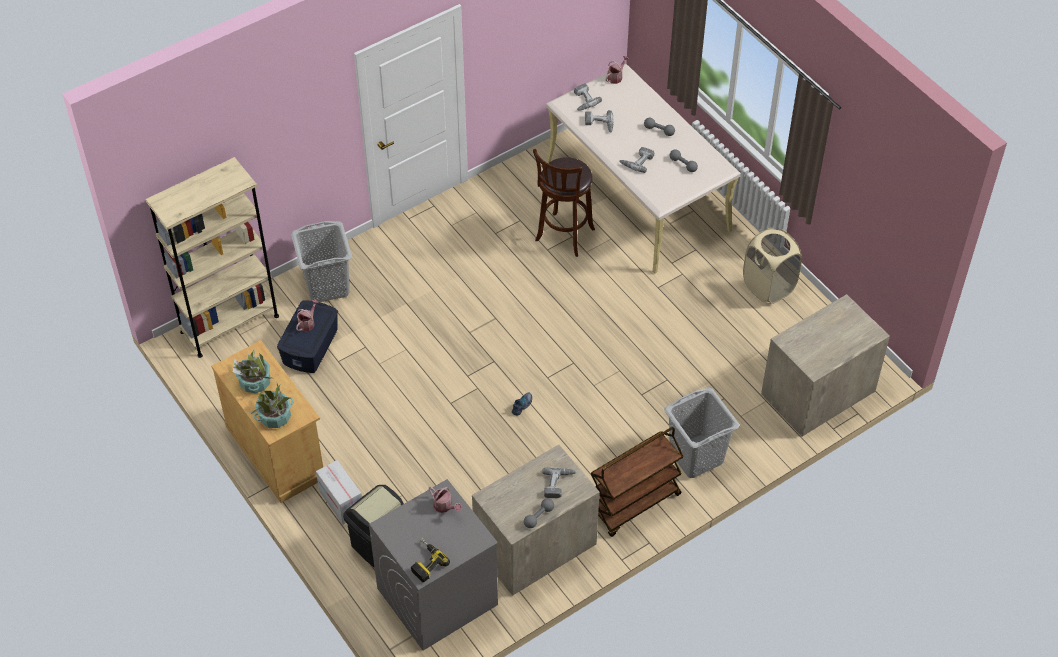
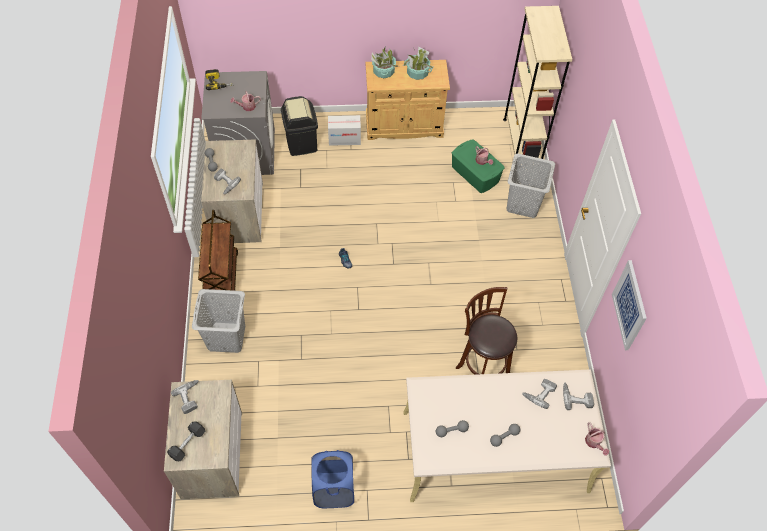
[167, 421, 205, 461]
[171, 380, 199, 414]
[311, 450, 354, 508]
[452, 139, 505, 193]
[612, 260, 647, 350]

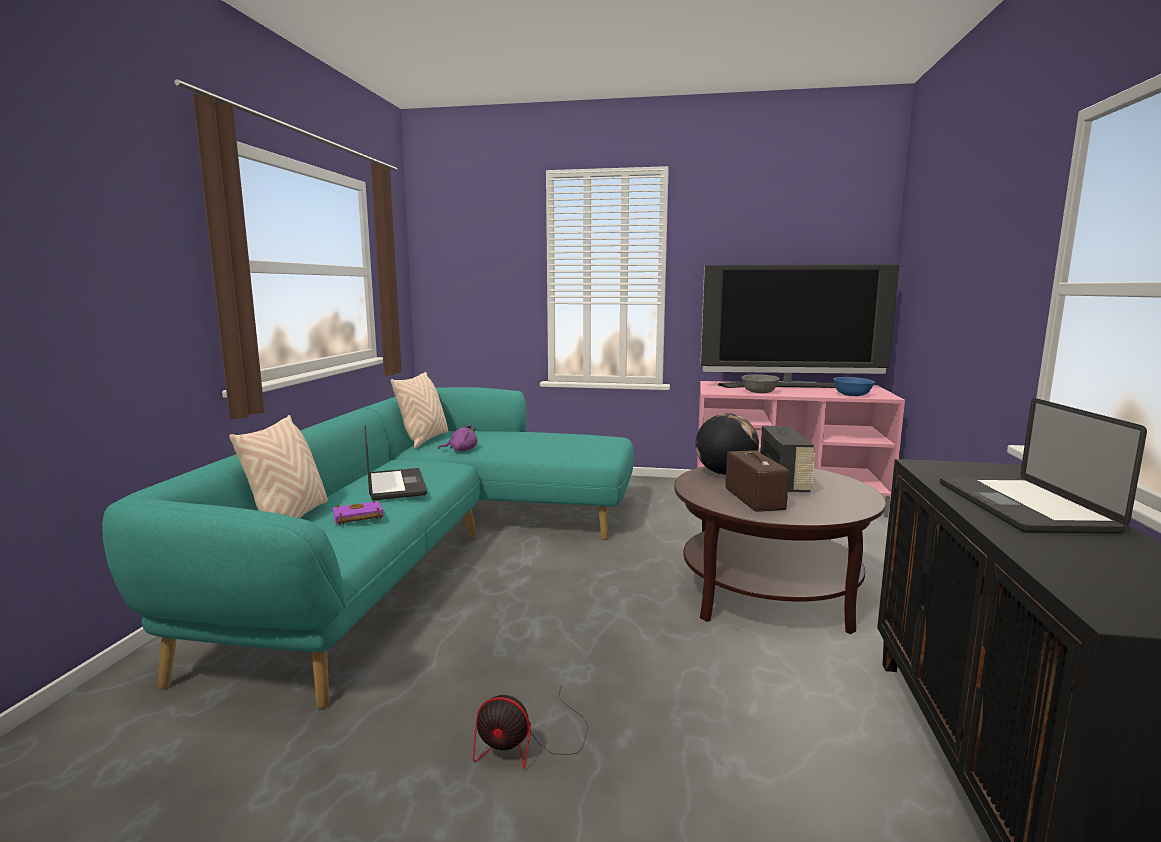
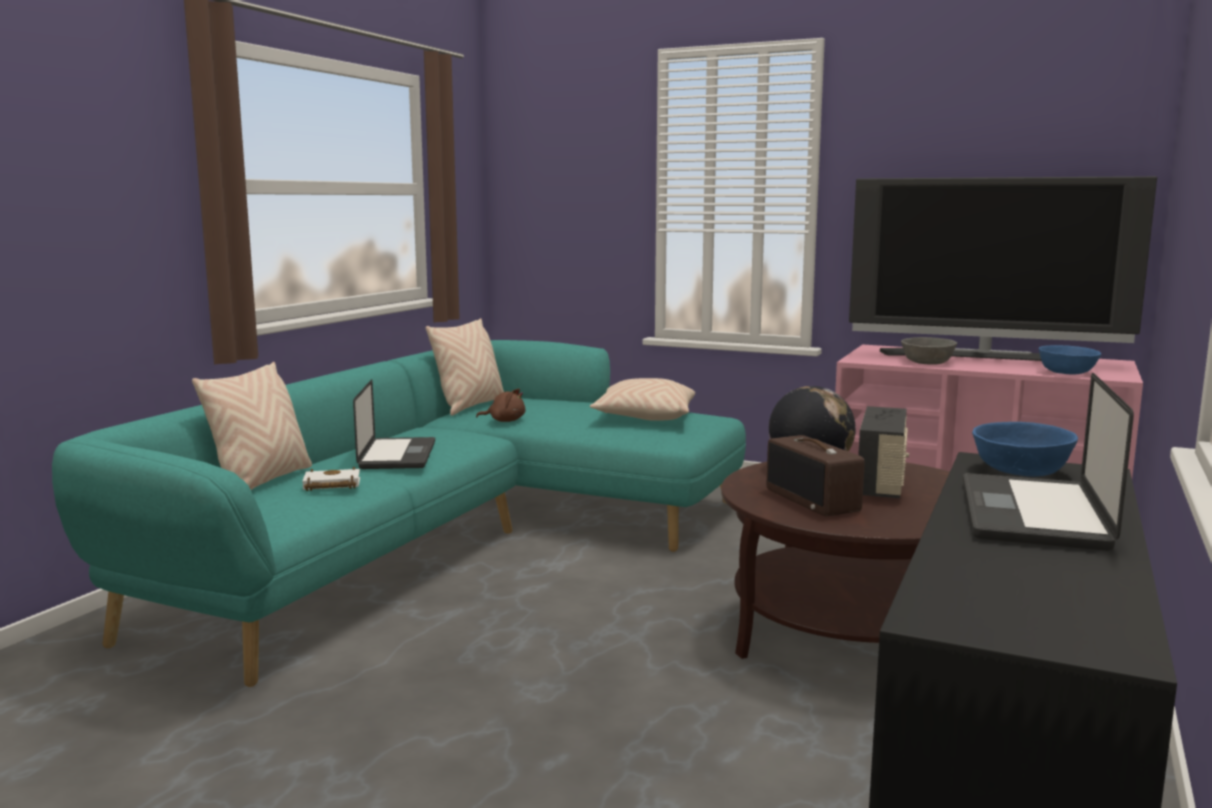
[302, 467, 360, 491]
[476, 388, 525, 422]
[590, 378, 695, 421]
[767, 435, 865, 516]
[972, 422, 1078, 477]
[473, 685, 588, 769] (first image)

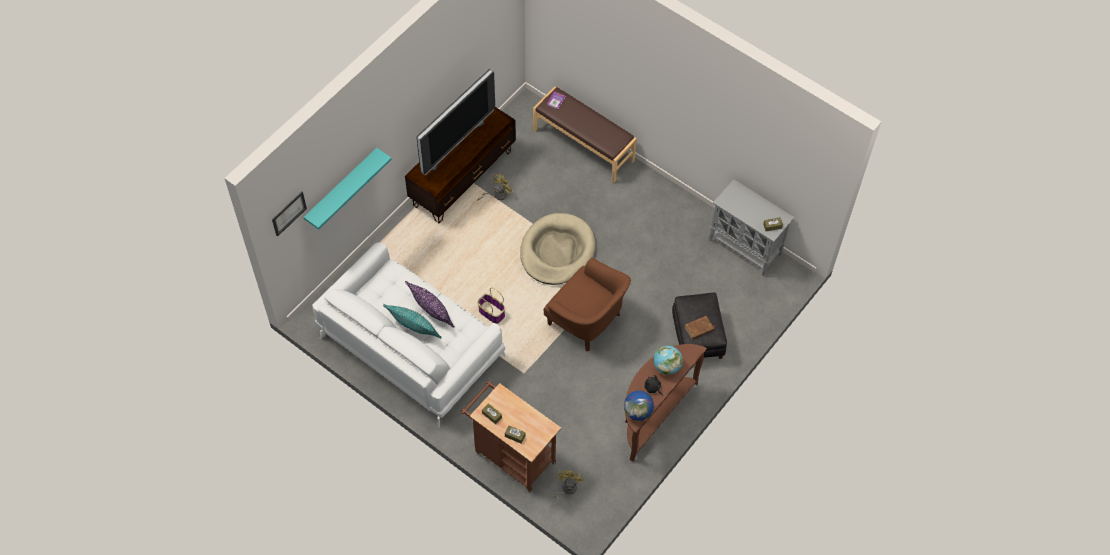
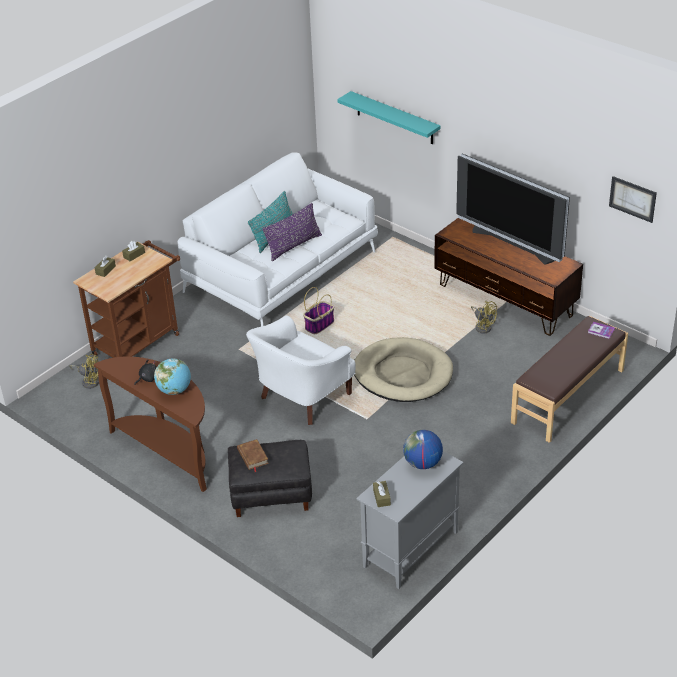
[246, 315, 356, 425]
[403, 430, 443, 469]
[609, 176, 657, 223]

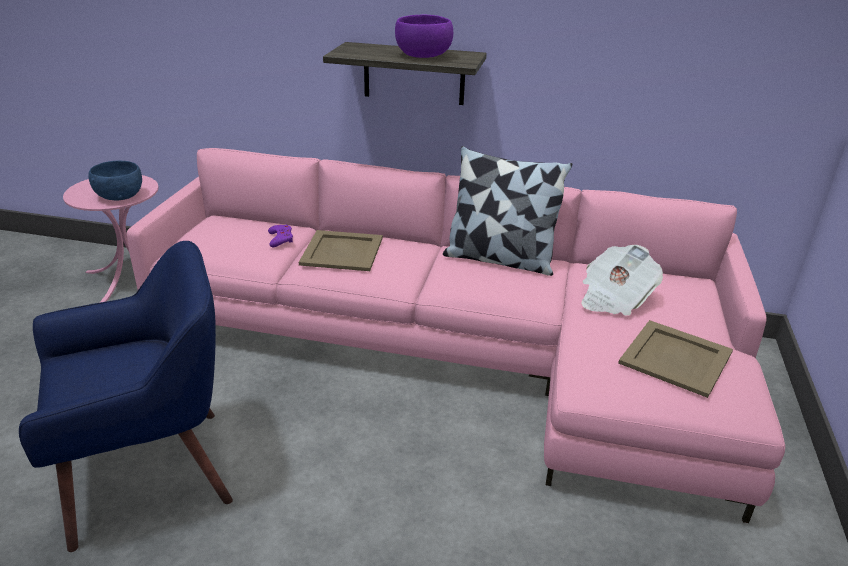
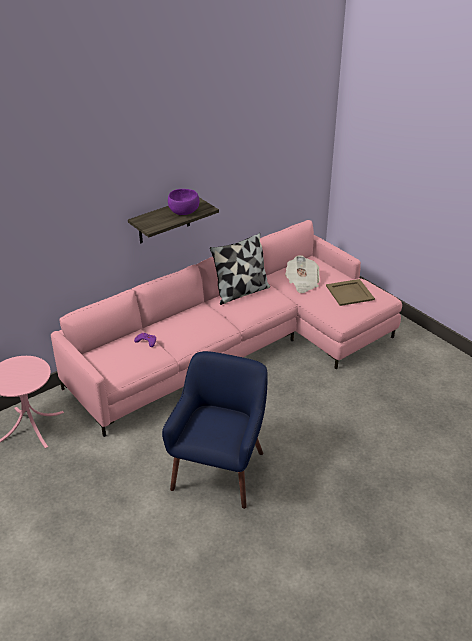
[88, 160, 142, 200] (first image)
[299, 230, 383, 271] (first image)

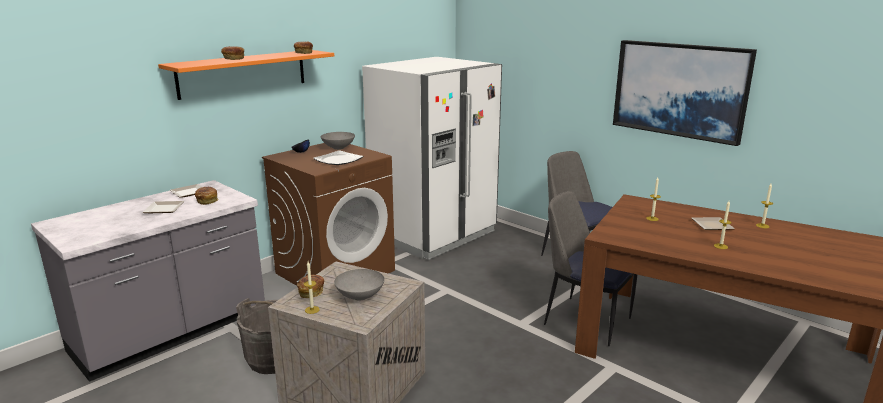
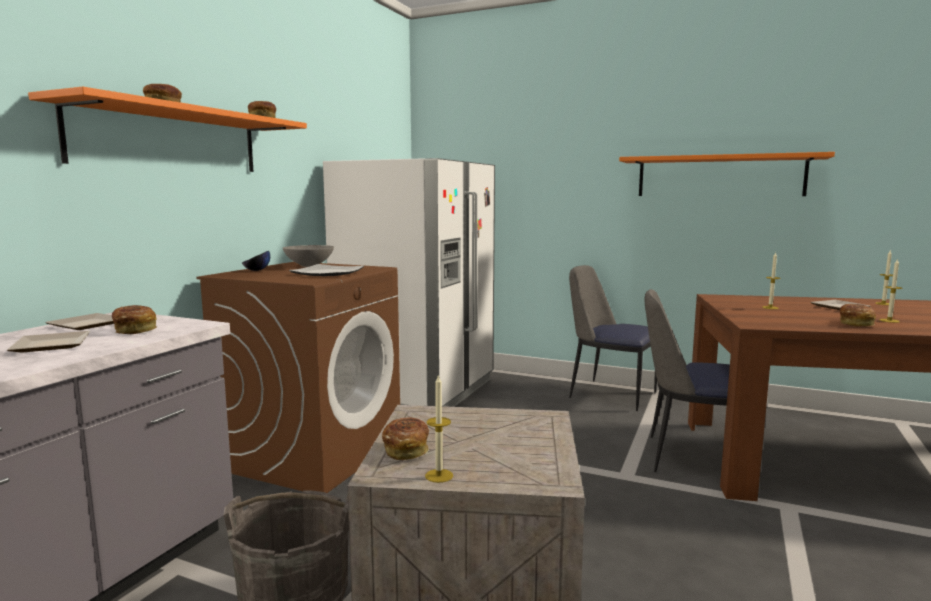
[619, 152, 835, 196]
[840, 304, 876, 326]
[334, 269, 384, 301] (first image)

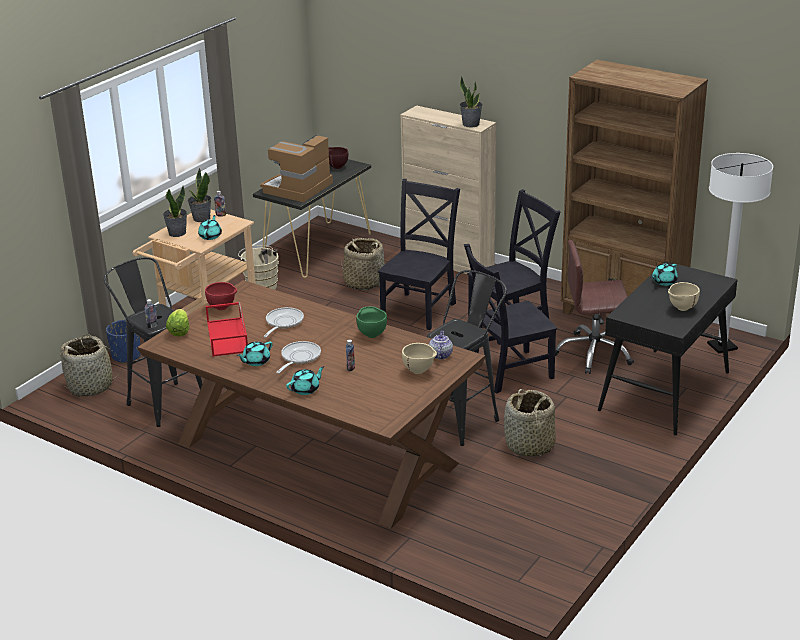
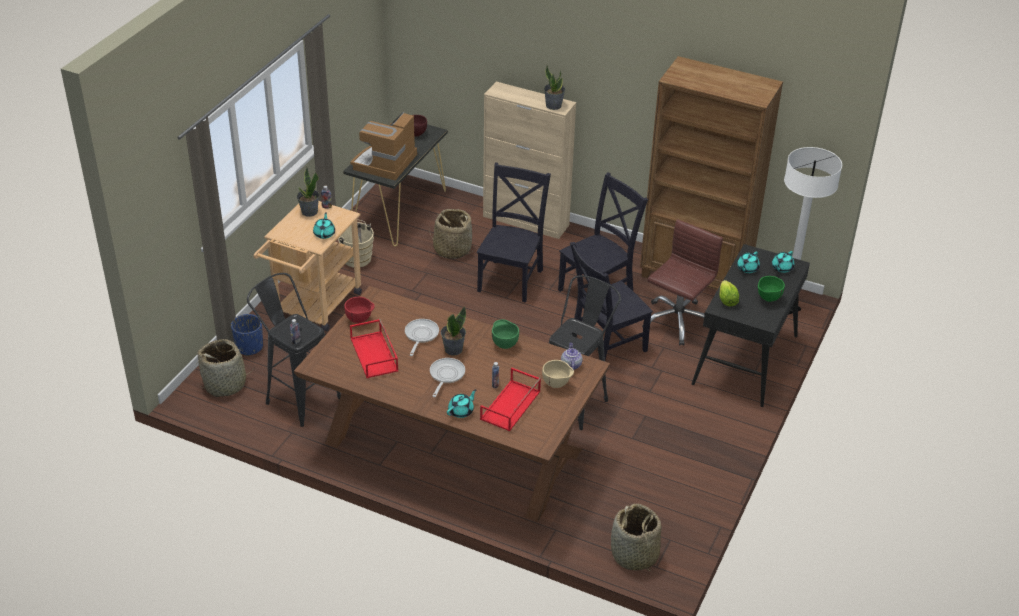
[441, 307, 466, 355]
[480, 368, 541, 432]
[611, 504, 661, 571]
[642, 219, 723, 346]
[719, 280, 739, 306]
[758, 276, 785, 302]
[772, 251, 795, 273]

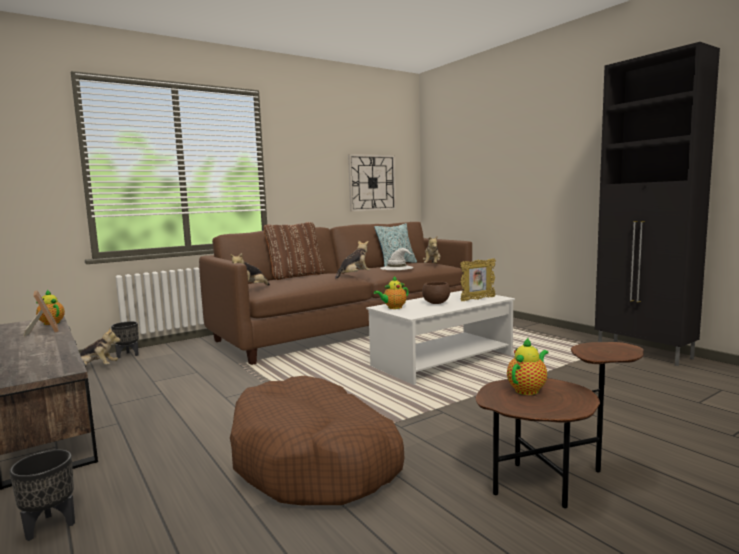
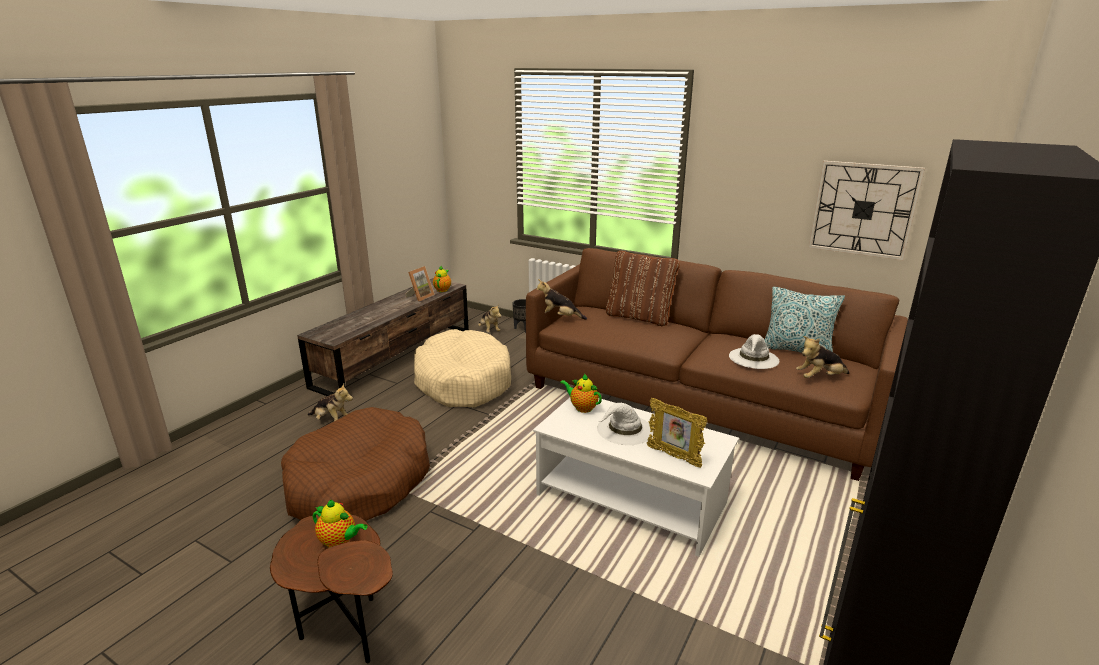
[307, 384, 353, 421]
[414, 329, 511, 407]
[597, 403, 653, 445]
[9, 450, 75, 541] (first image)

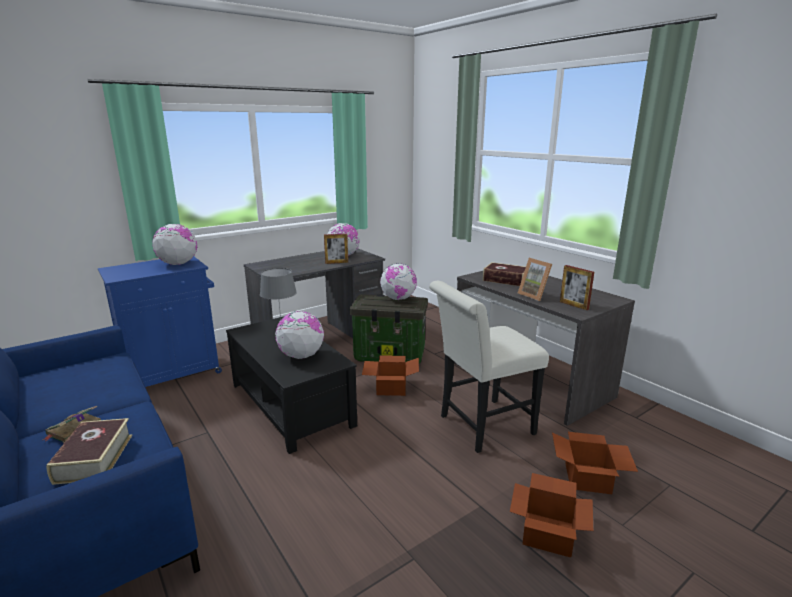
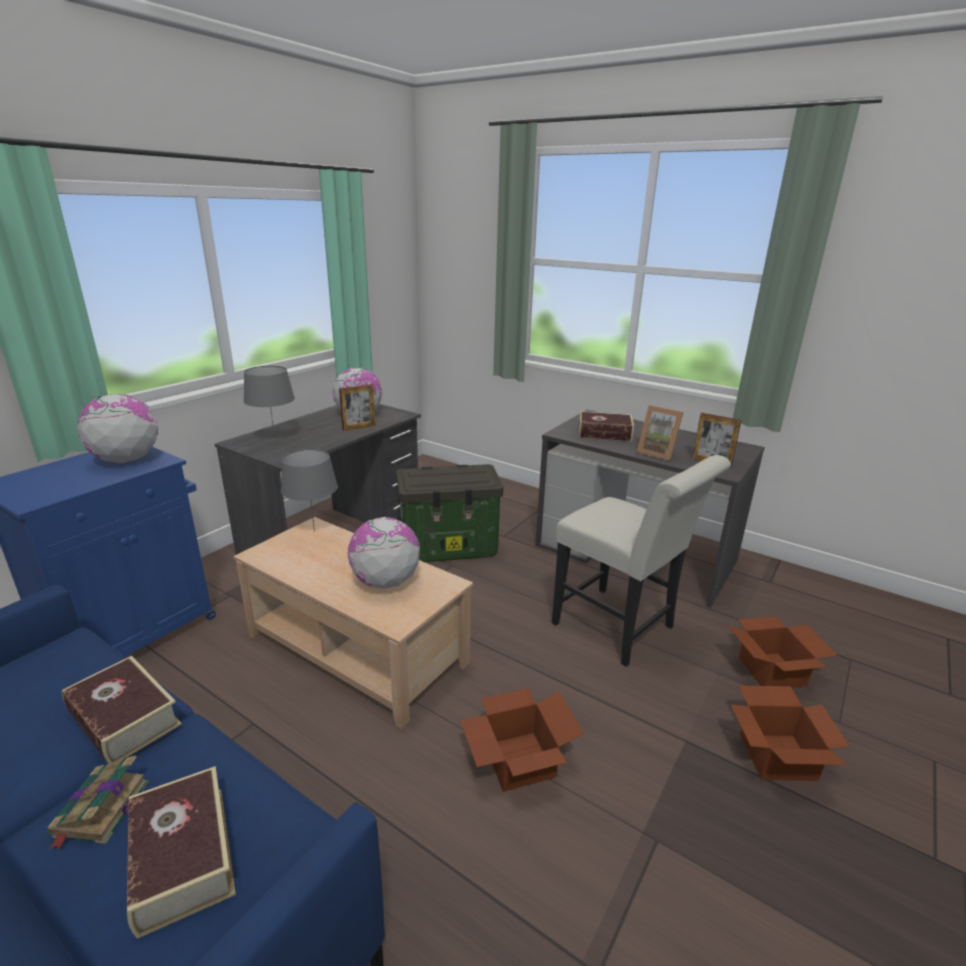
[62, 656, 181, 763]
[233, 517, 473, 729]
[244, 366, 295, 439]
[460, 688, 584, 792]
[552, 455, 731, 667]
[380, 263, 417, 300] (first image)

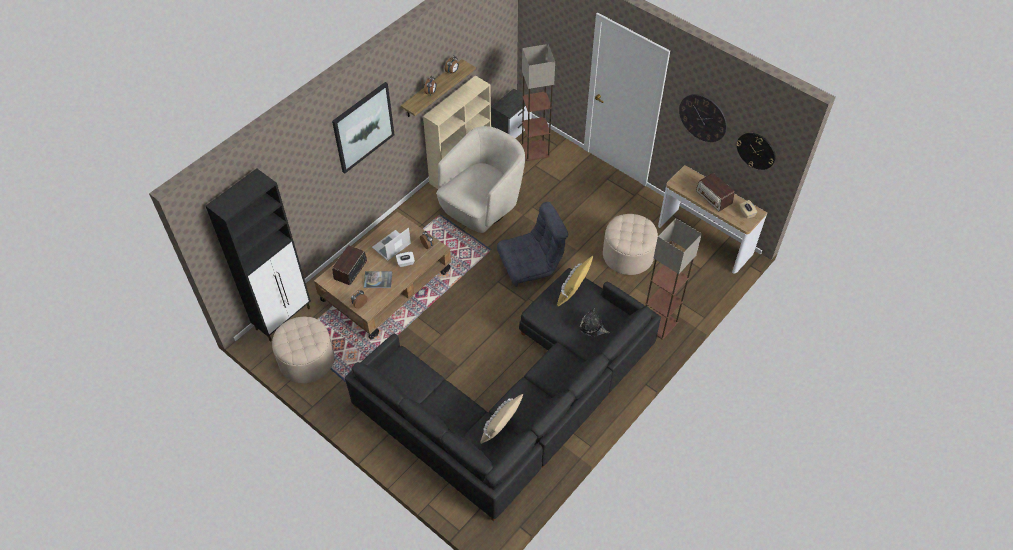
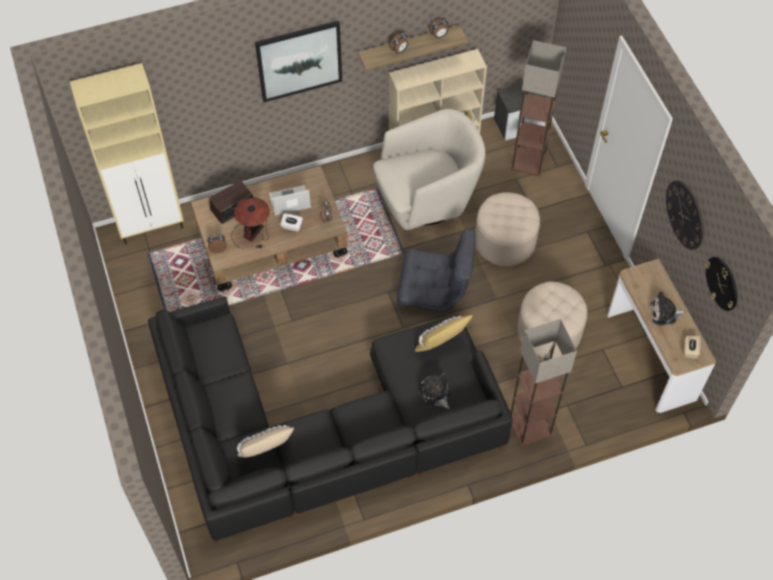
[69, 63, 184, 245]
[231, 197, 270, 249]
[475, 192, 540, 266]
[650, 291, 685, 326]

